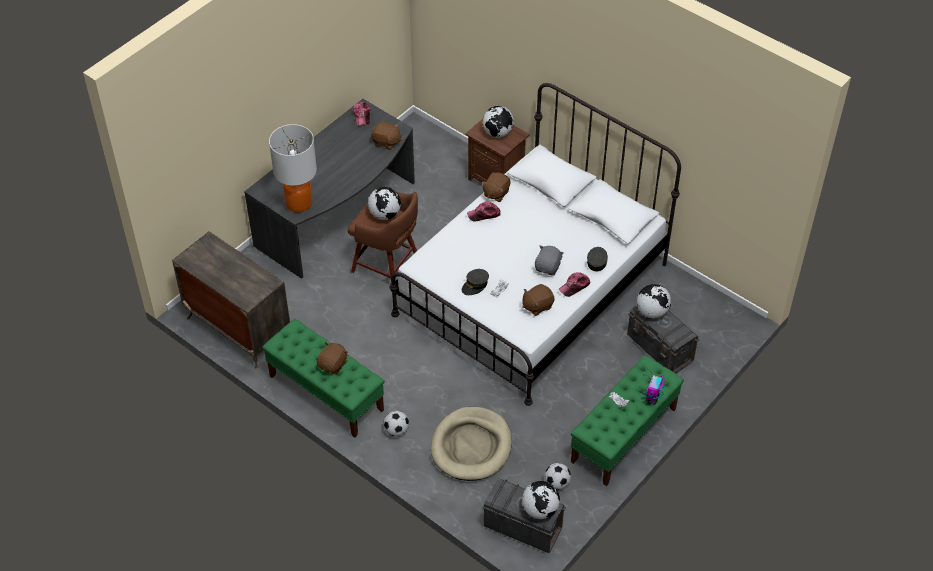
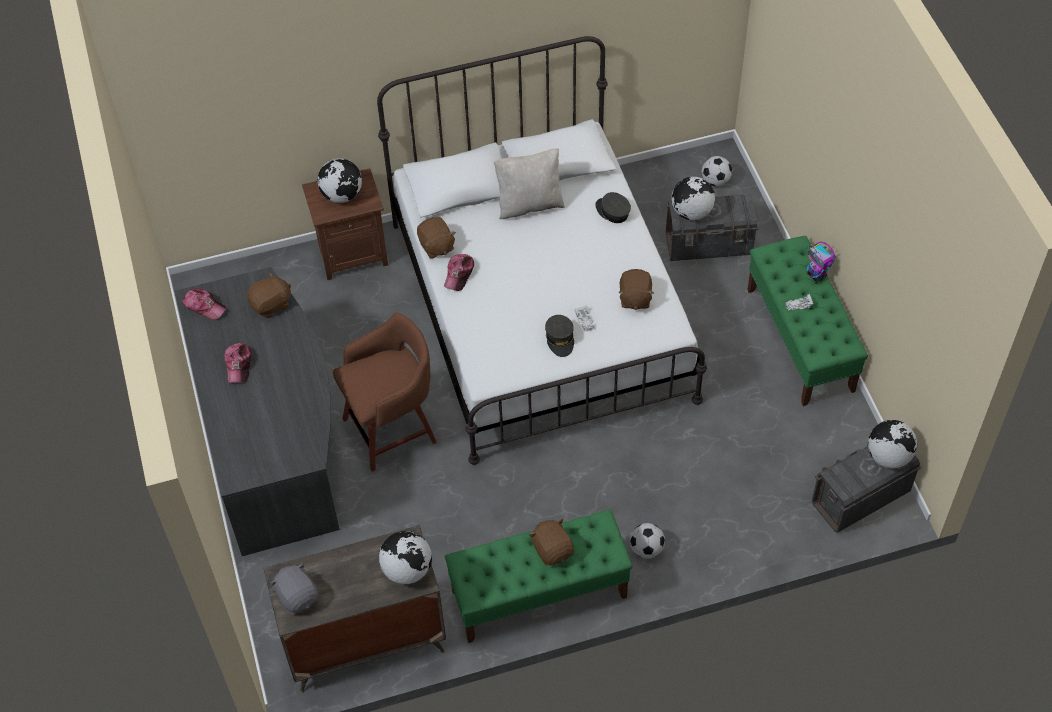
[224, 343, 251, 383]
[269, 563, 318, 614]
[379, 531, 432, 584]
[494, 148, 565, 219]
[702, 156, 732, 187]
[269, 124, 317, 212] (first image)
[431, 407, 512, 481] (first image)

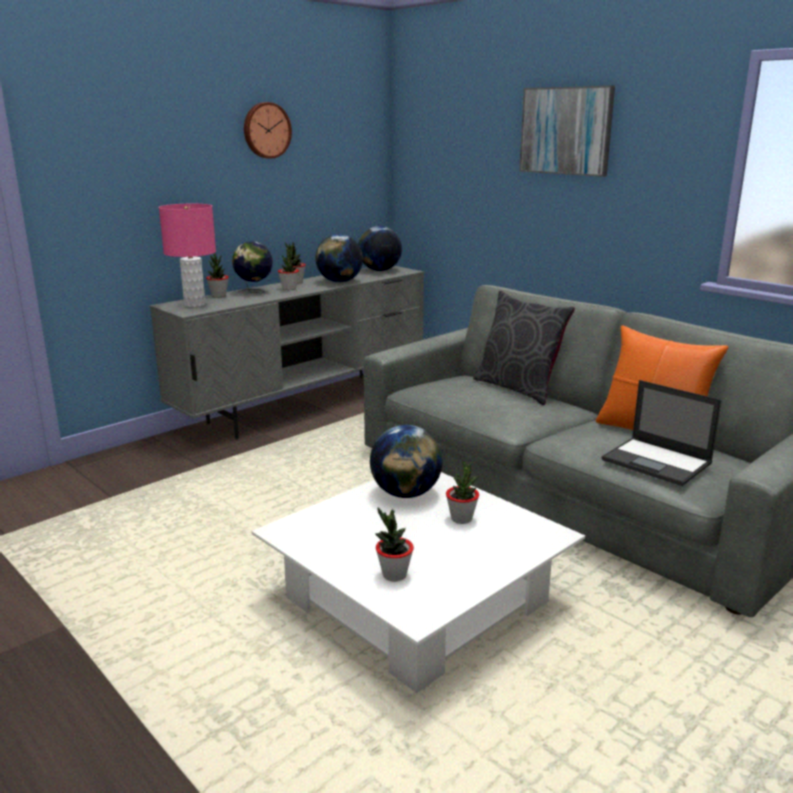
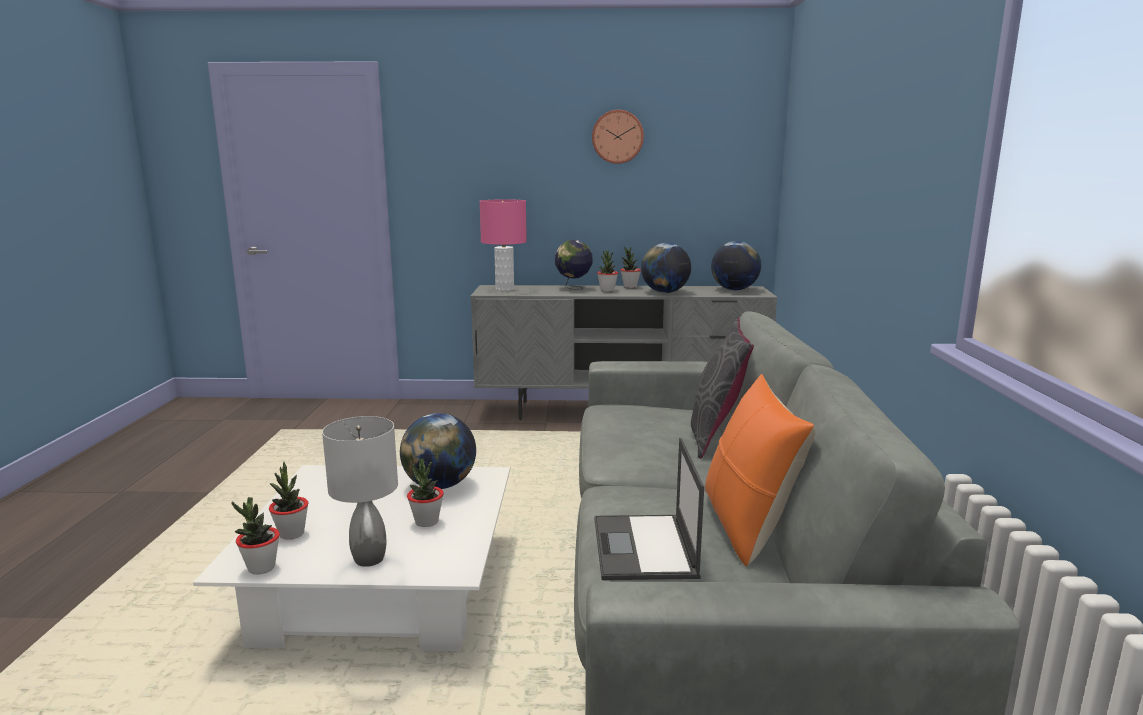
[231, 497, 280, 575]
[322, 416, 398, 567]
[519, 86, 615, 177] (first image)

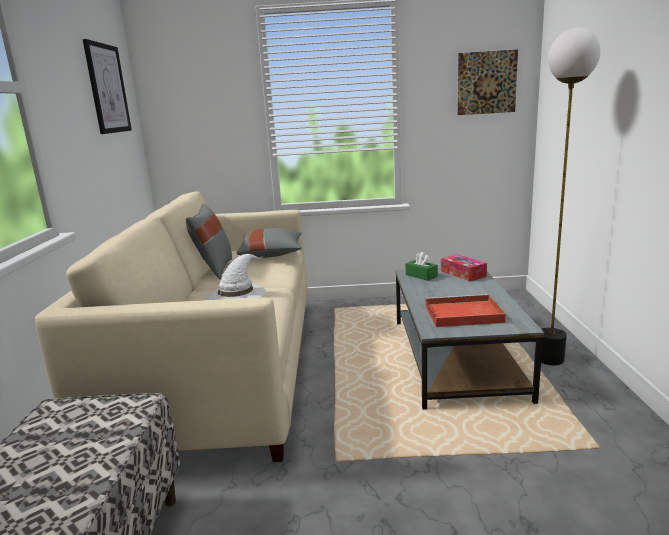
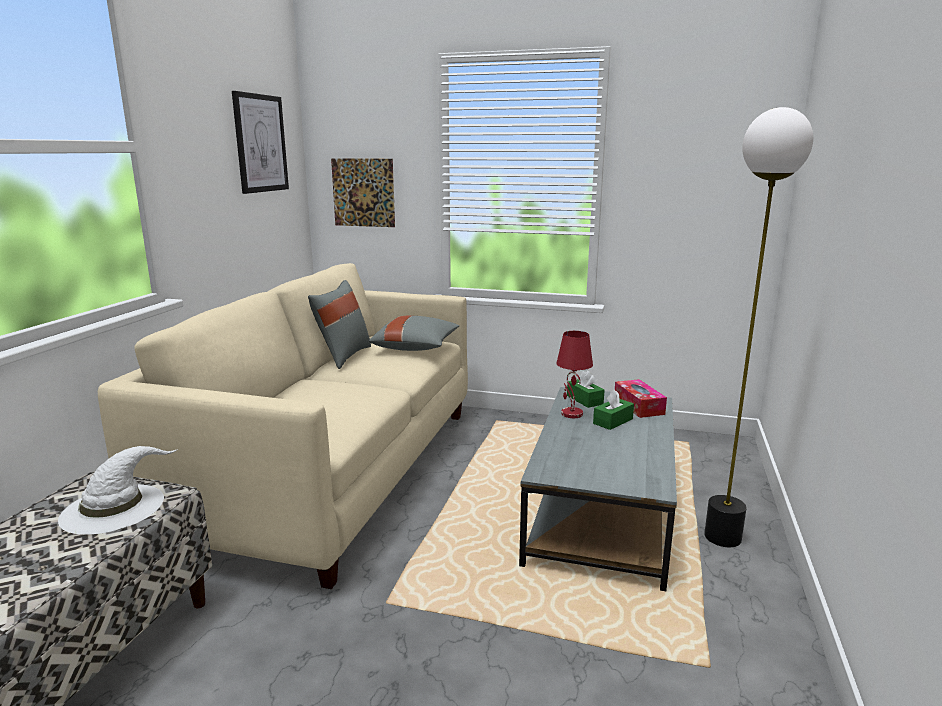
[58, 446, 178, 535]
[331, 158, 395, 227]
[557, 331, 593, 418]
[593, 389, 634, 430]
[425, 294, 506, 327] (first image)

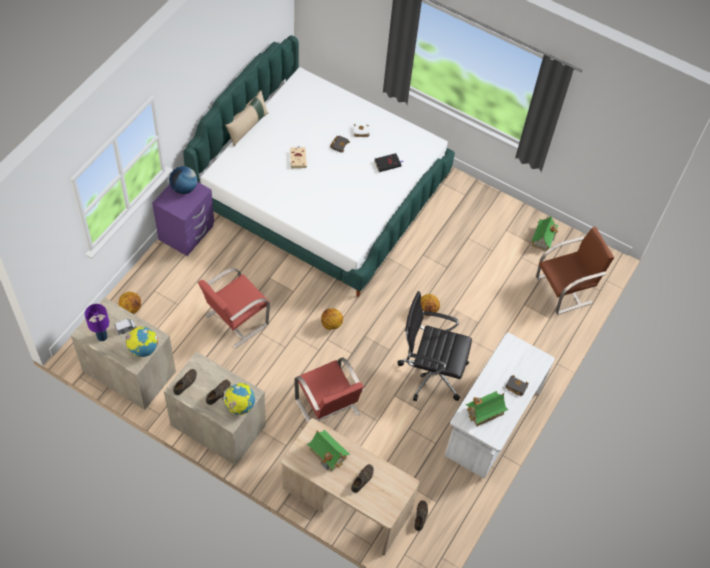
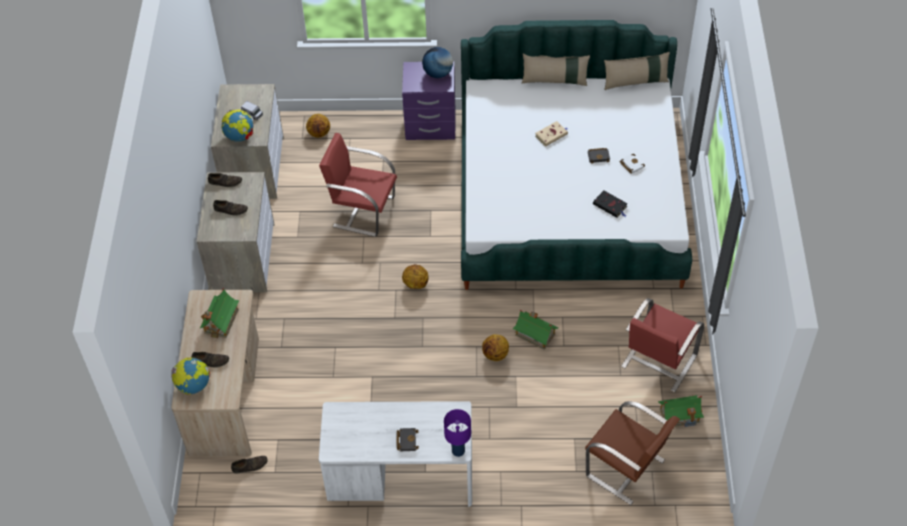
[171, 357, 211, 395]
[444, 409, 471, 457]
[512, 310, 558, 350]
[604, 52, 670, 90]
[621, 298, 704, 392]
[398, 291, 472, 401] (first image)

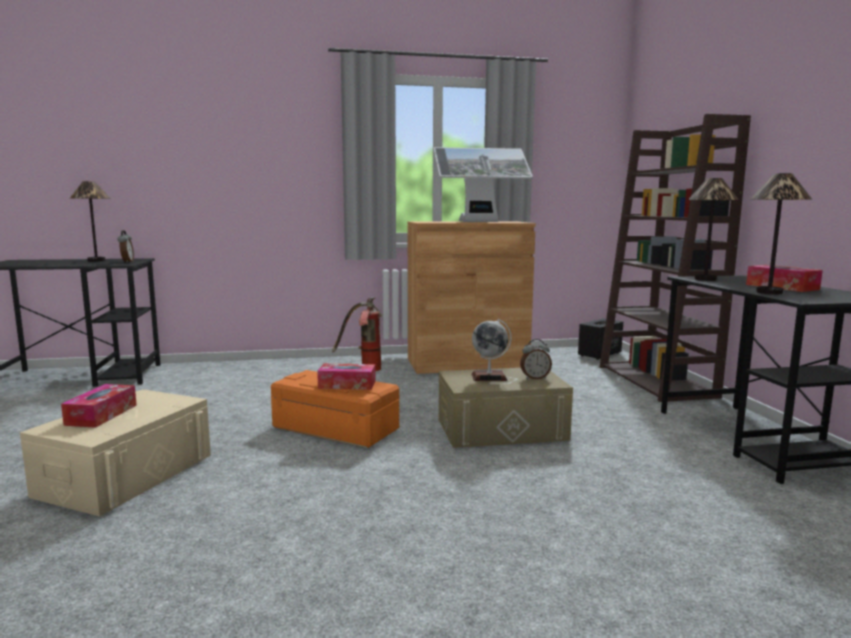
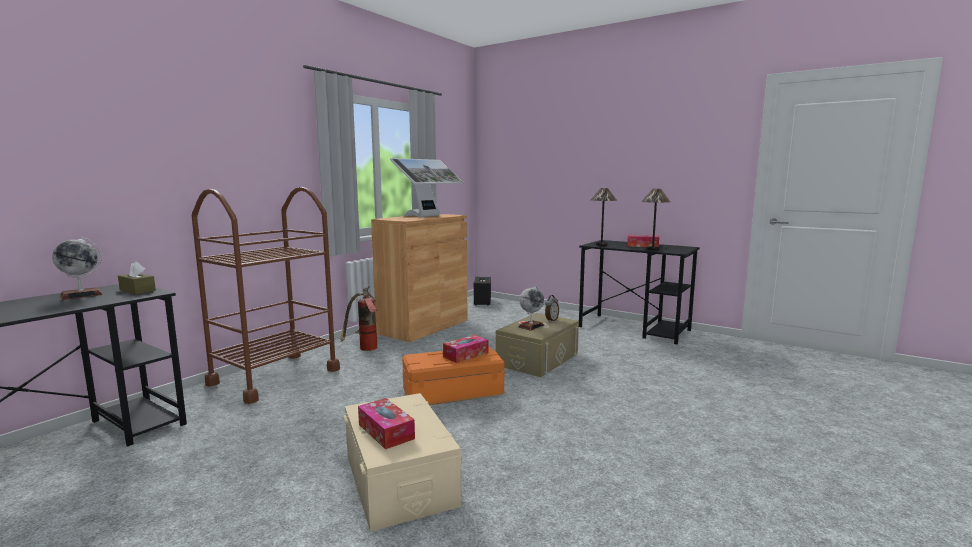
[52, 237, 103, 300]
[118, 261, 156, 294]
[192, 187, 340, 404]
[599, 114, 751, 402] (first image)

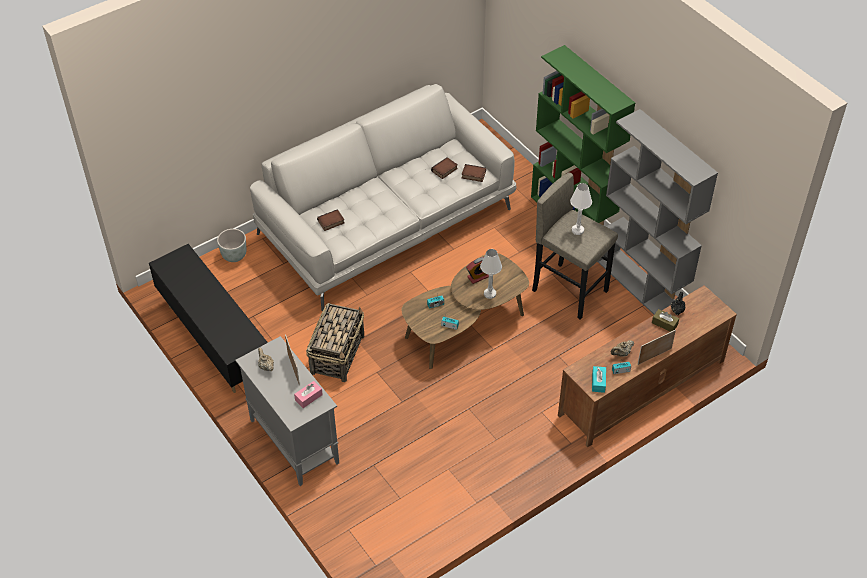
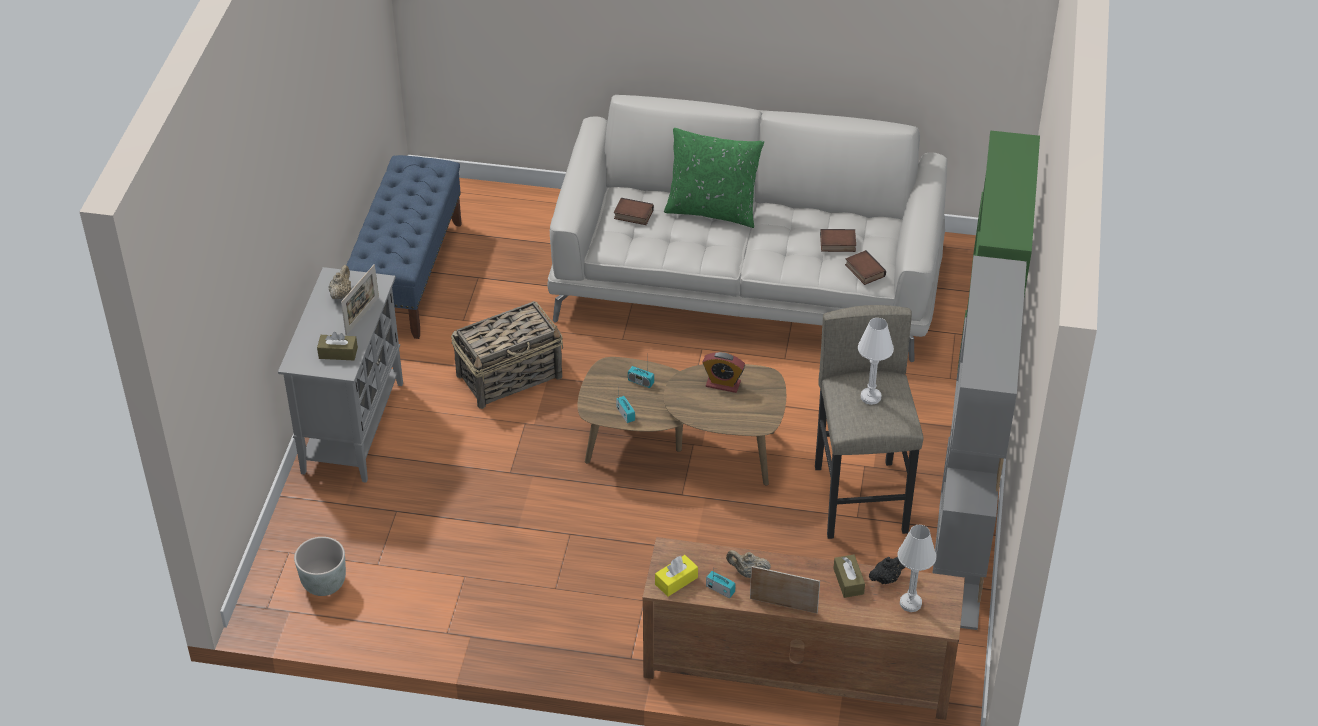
[294, 537, 346, 596]
[317, 332, 358, 360]
[346, 155, 462, 339]
[655, 555, 698, 597]
[664, 128, 764, 228]
[898, 525, 936, 612]

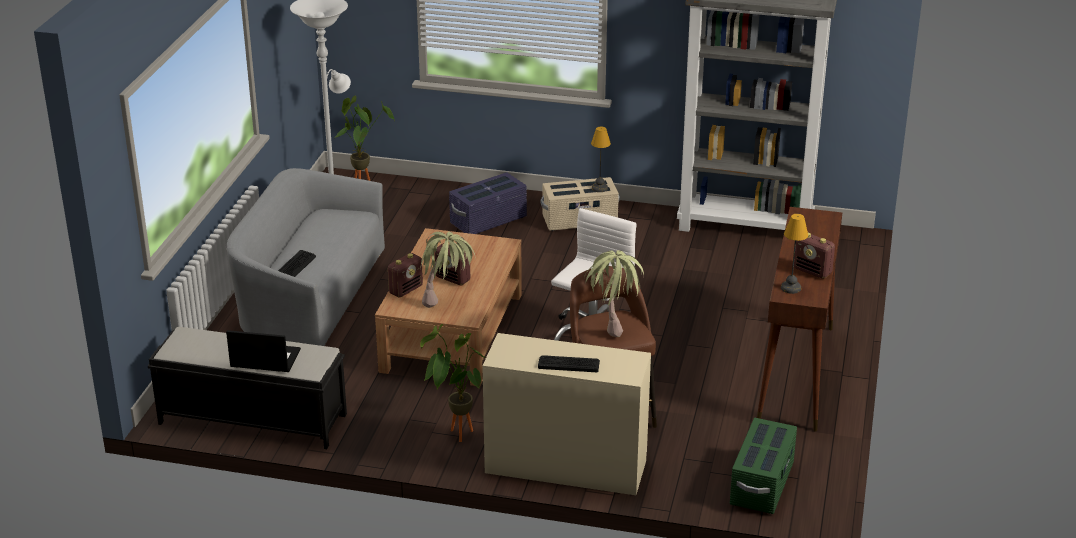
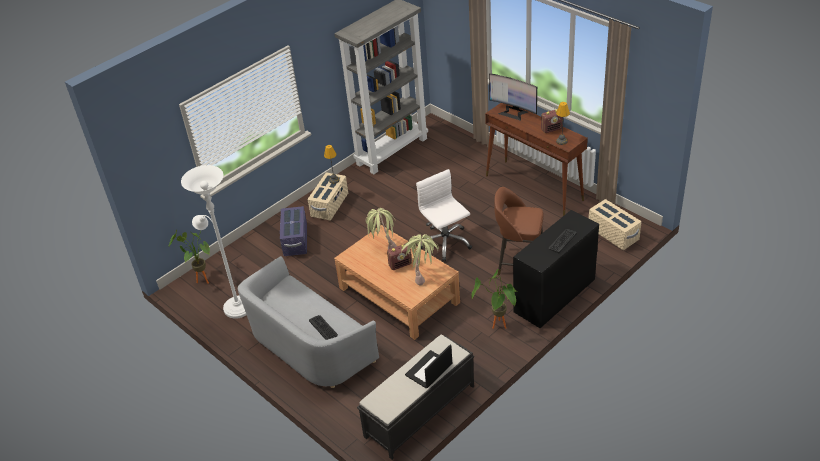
[365, 208, 397, 250]
[489, 73, 537, 121]
[513, 210, 599, 328]
[589, 199, 642, 250]
[388, 253, 423, 298] (first image)

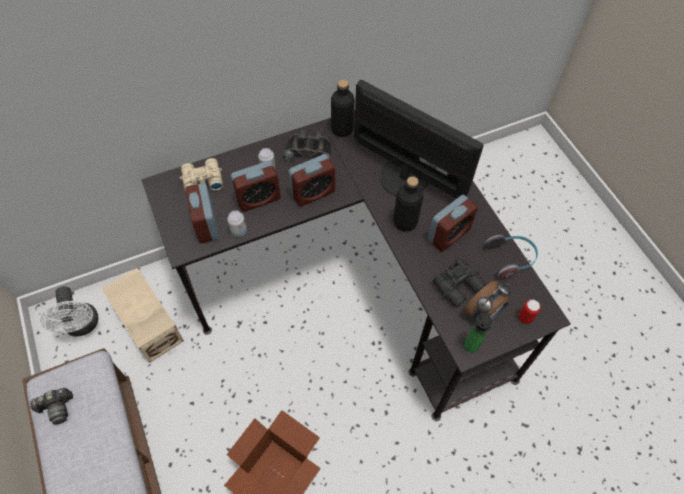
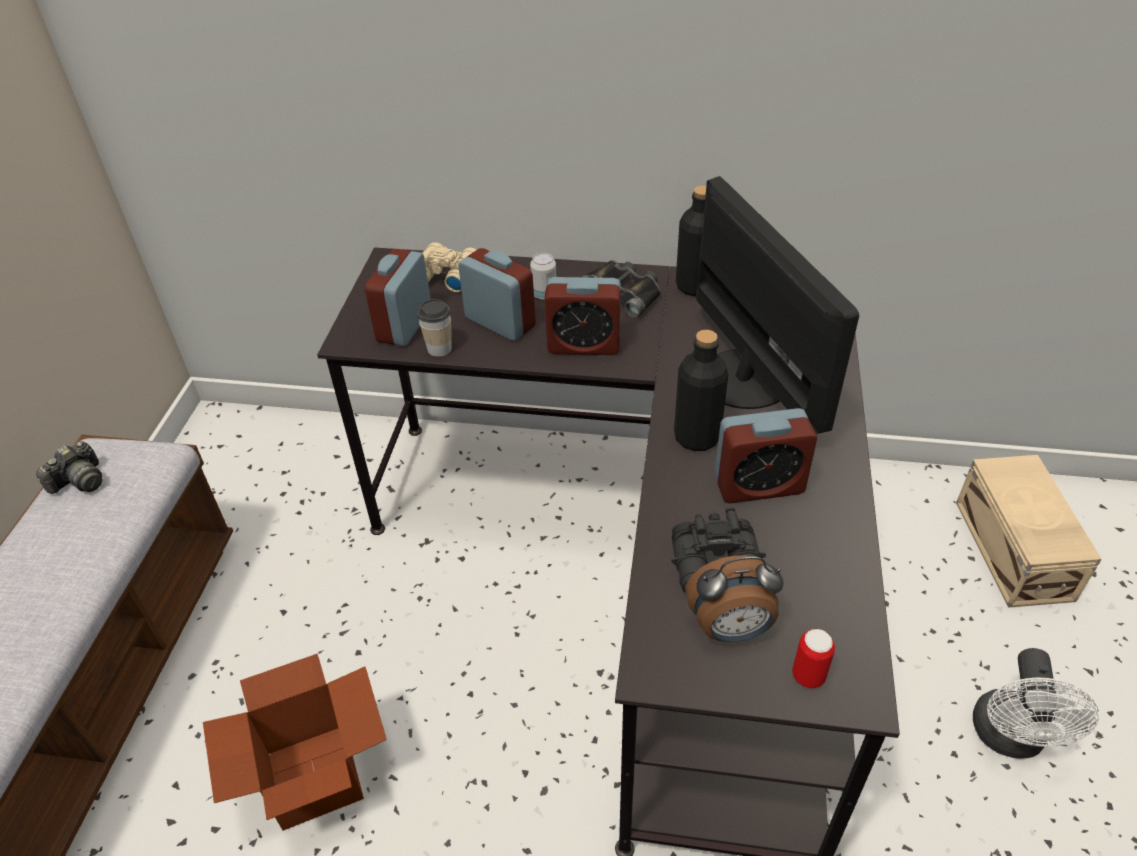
[36, 441, 102, 494]
[417, 299, 452, 357]
[458, 248, 536, 341]
[956, 455, 1102, 608]
[973, 648, 1099, 759]
[464, 312, 492, 353] (first image)
[484, 235, 538, 278] (first image)

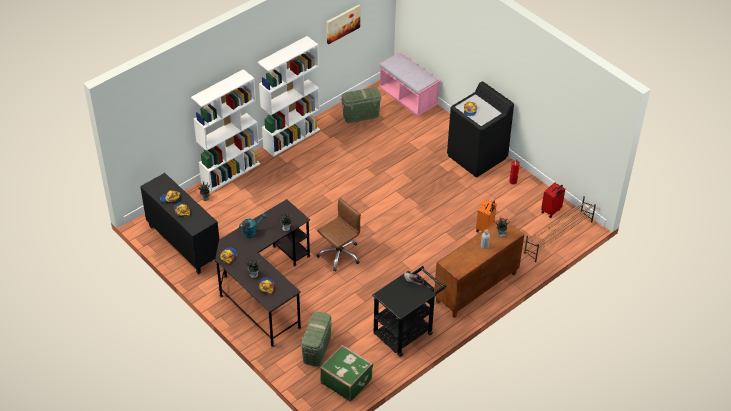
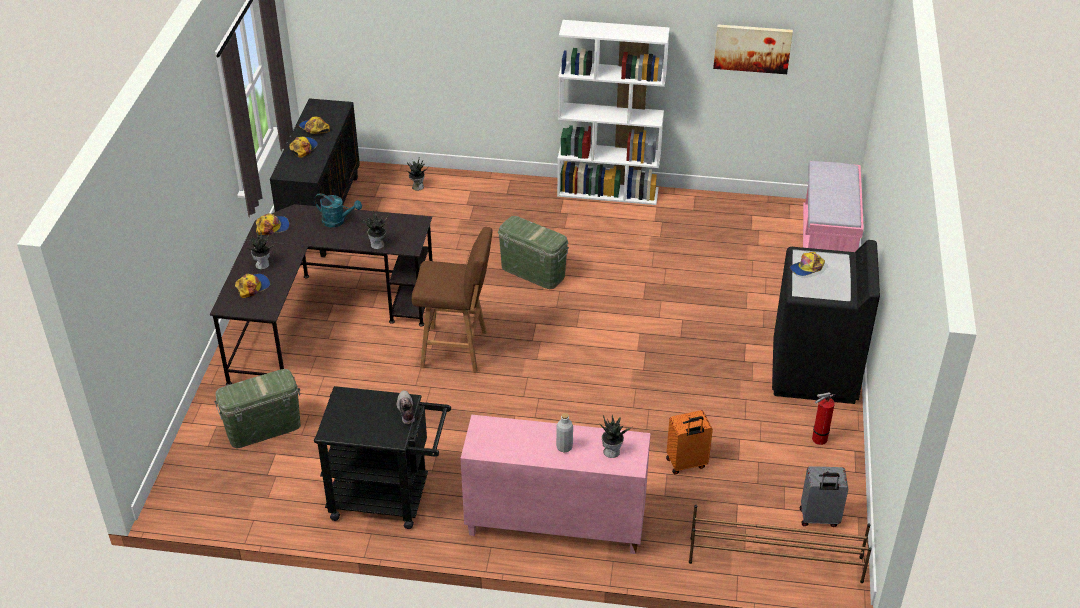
[412, 227, 492, 373]
[461, 415, 651, 554]
[498, 216, 569, 289]
[800, 466, 848, 527]
[191, 69, 260, 192] (first image)
[320, 345, 373, 402] (first image)

